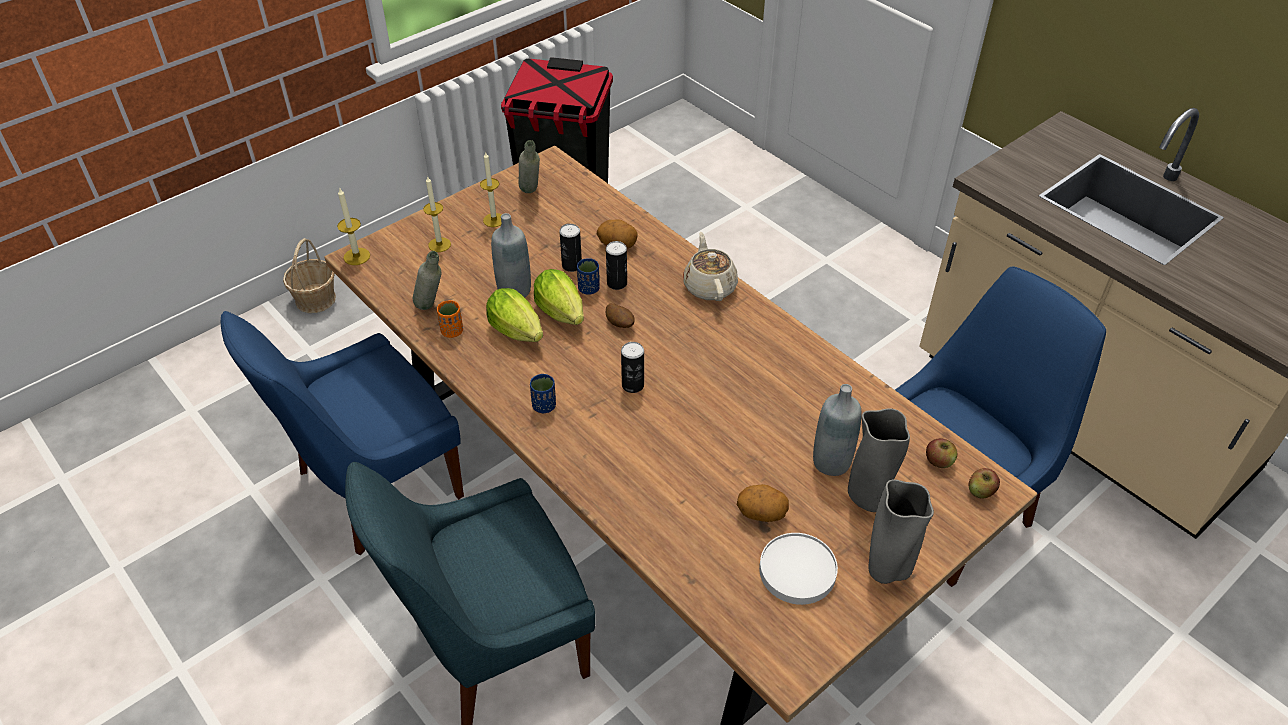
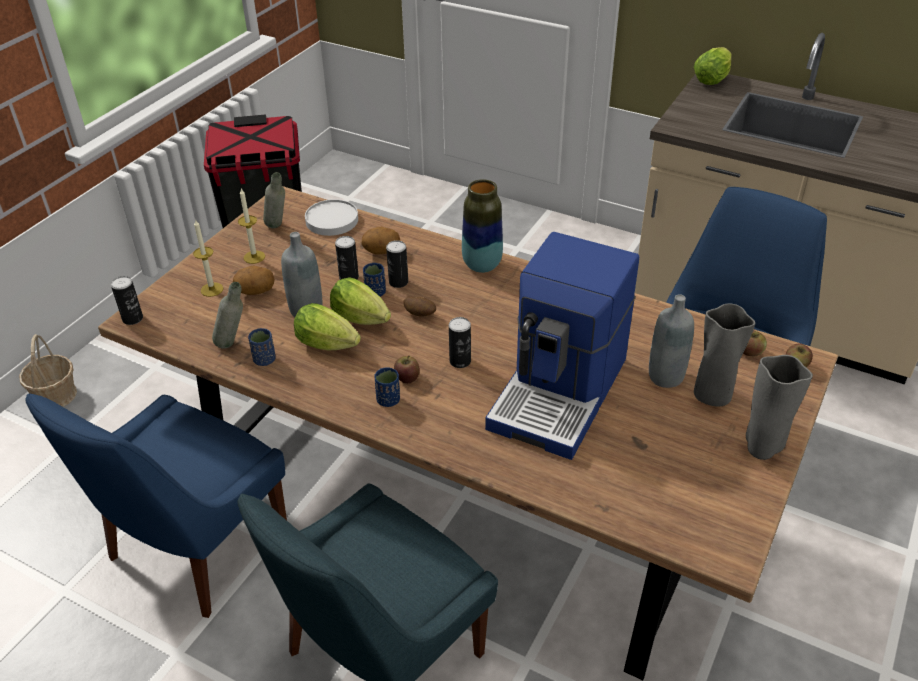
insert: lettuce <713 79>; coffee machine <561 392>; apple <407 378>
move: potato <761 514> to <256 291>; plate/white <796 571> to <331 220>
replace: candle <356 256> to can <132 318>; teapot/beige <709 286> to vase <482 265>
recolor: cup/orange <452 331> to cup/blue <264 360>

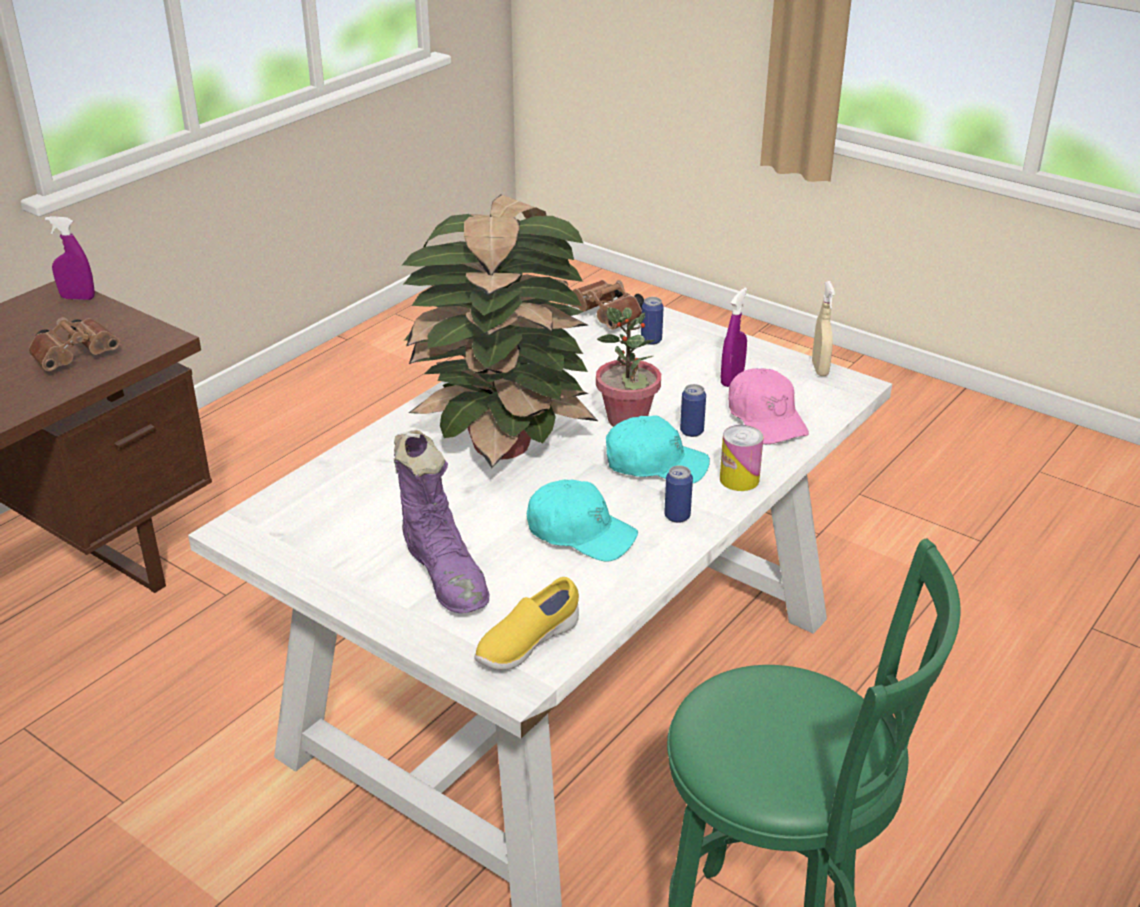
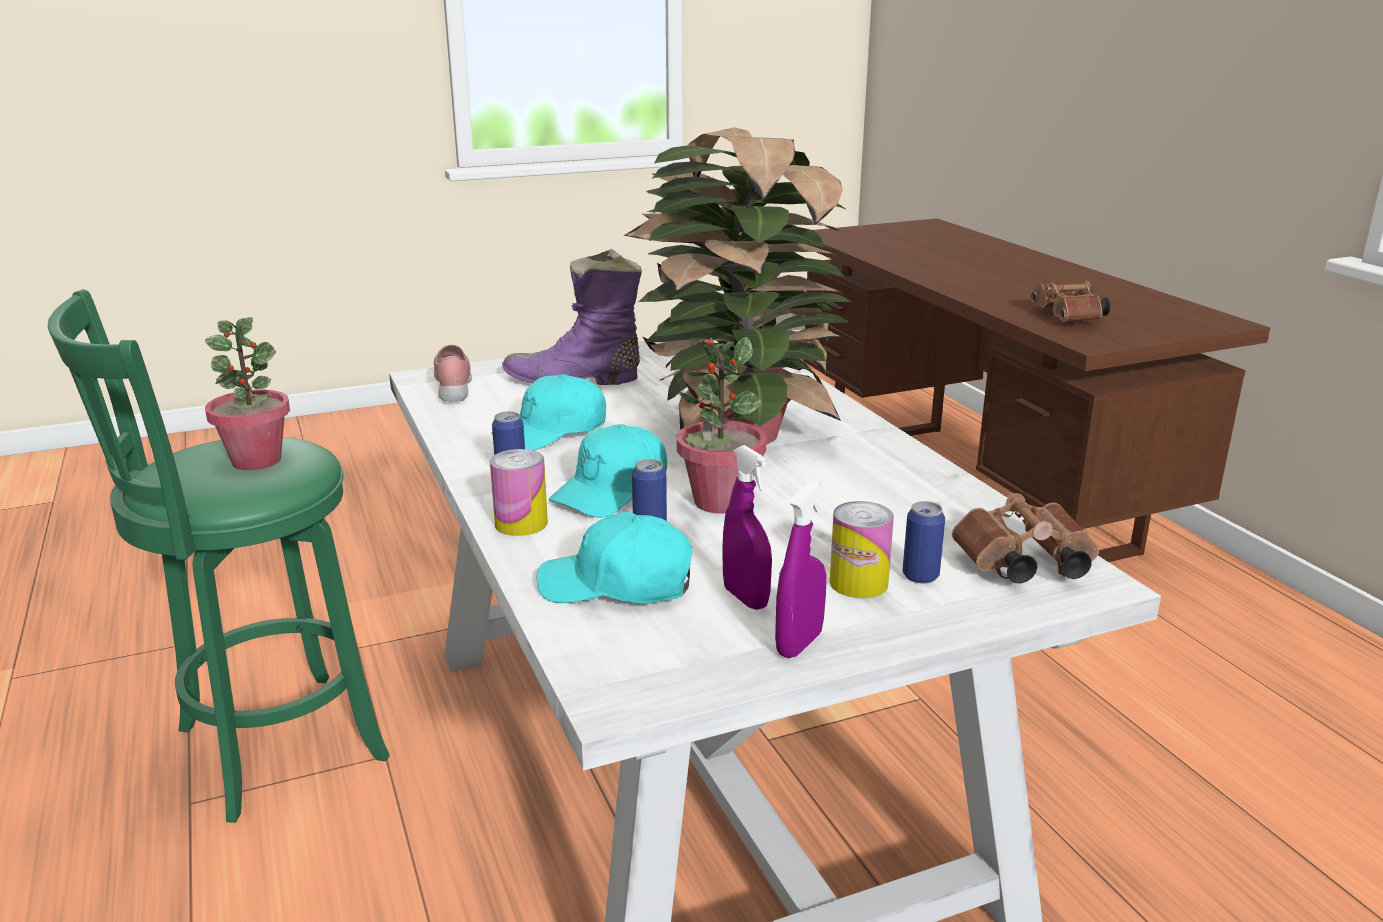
delete: spray bottle/beige <820 369>
insert: potted plant <257 460>; can <858 583>
move: spray bottle/purple <78 298> to <799 644>
recolor: cap/pink <766 419> to cap/turquoise <617 585>; shoe/yellow <526 644> to shoe/pink <454 387>

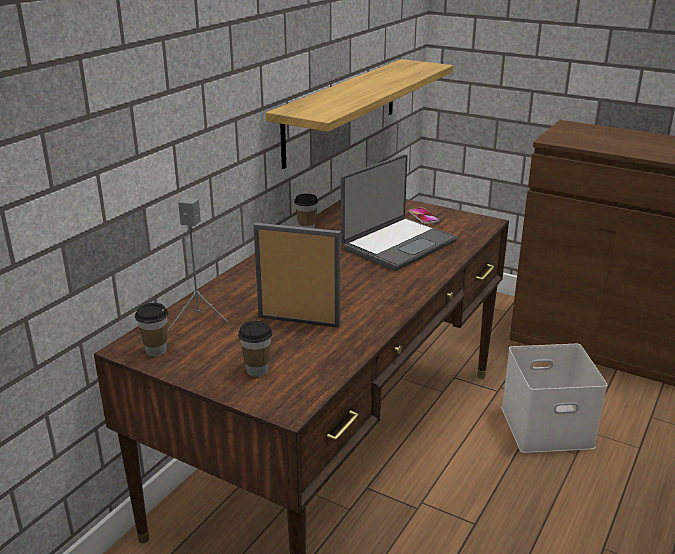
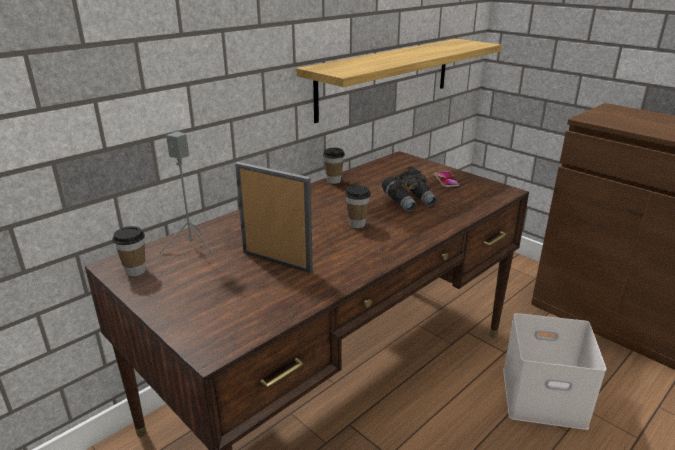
move: cup <257 370> to <357 224>
replace: laptop <397 244> to binoculars/grey <409 202>

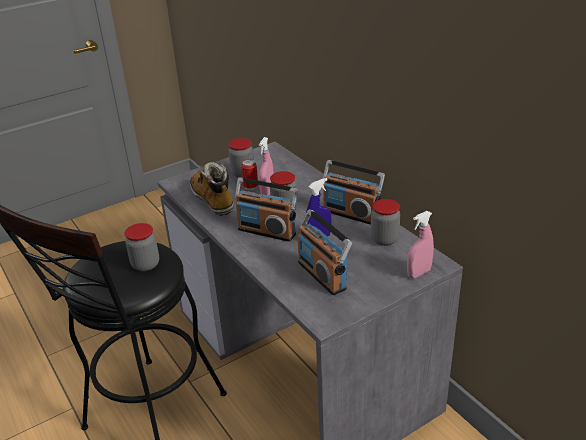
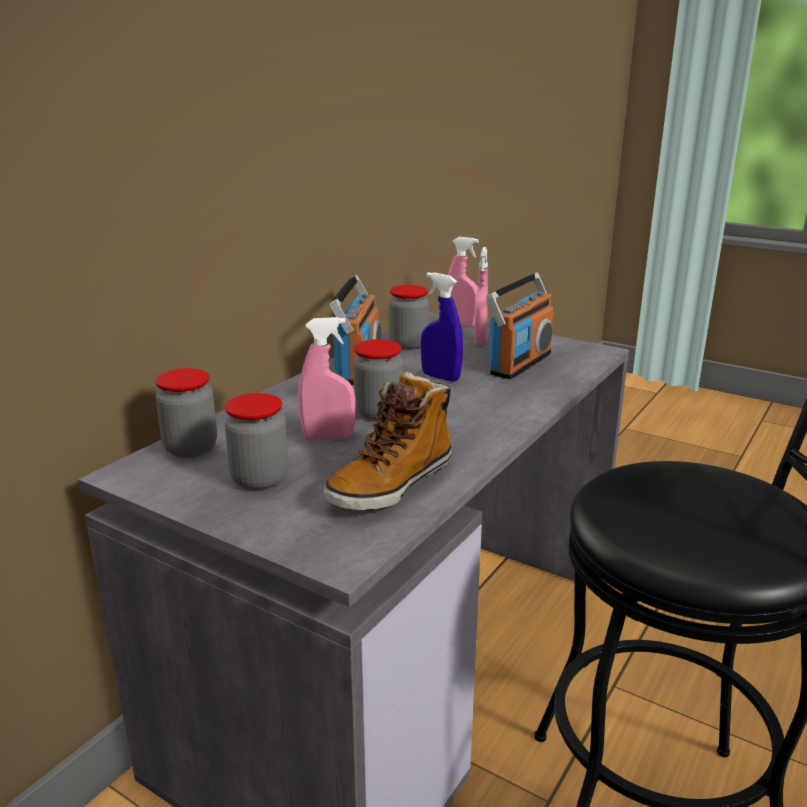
delete: can <250 187>; radio <267 231>
insert: spray bottle/pink <480 340>
move: jar <145 264> to <191 448>

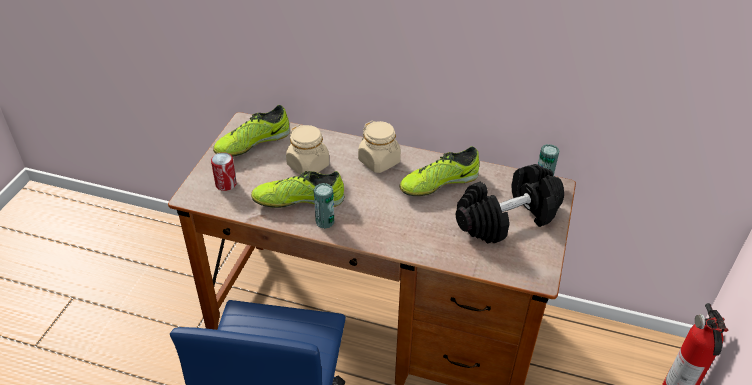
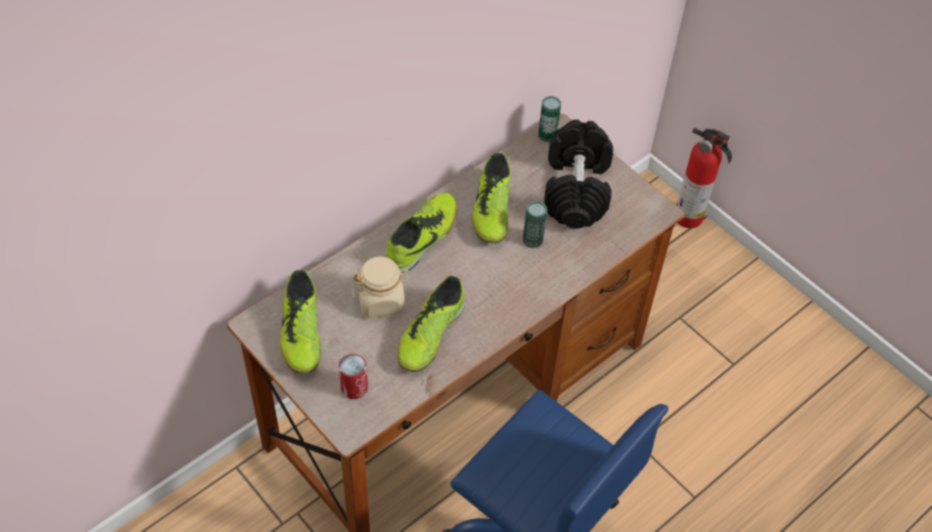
move: can <325 222> to <532 240>
replace: jar/beige <379 161> to shoe <422 238>

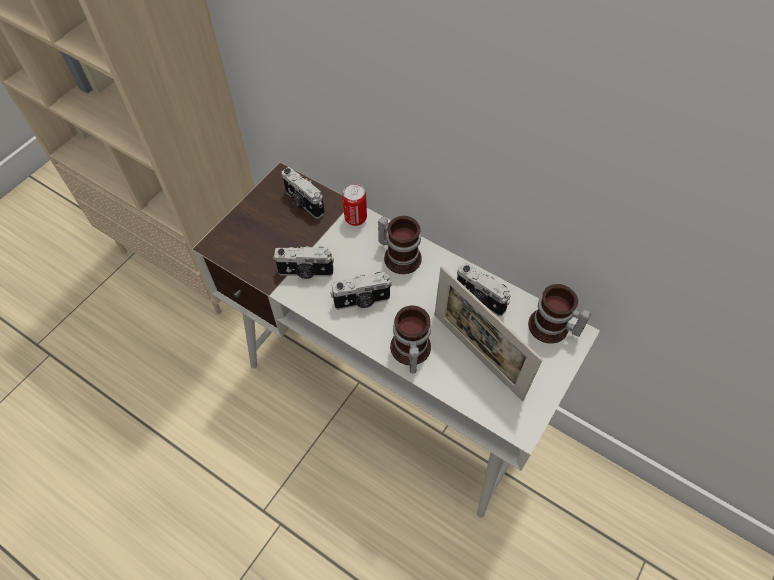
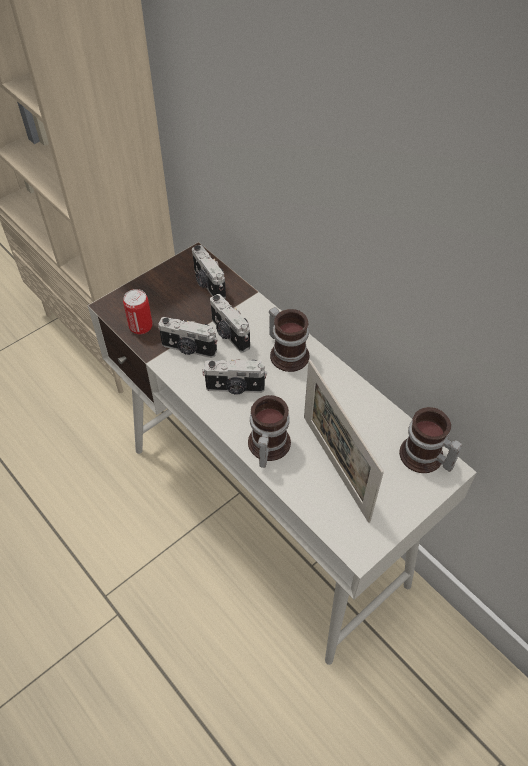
move: can <355 218> to <141 327>; photo camera <479 299> to <229 334>

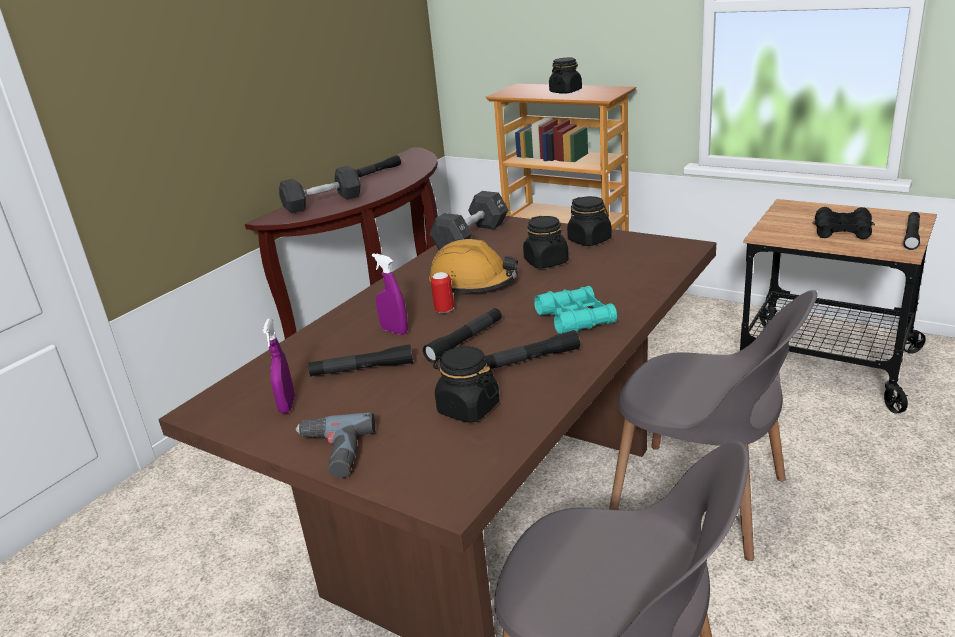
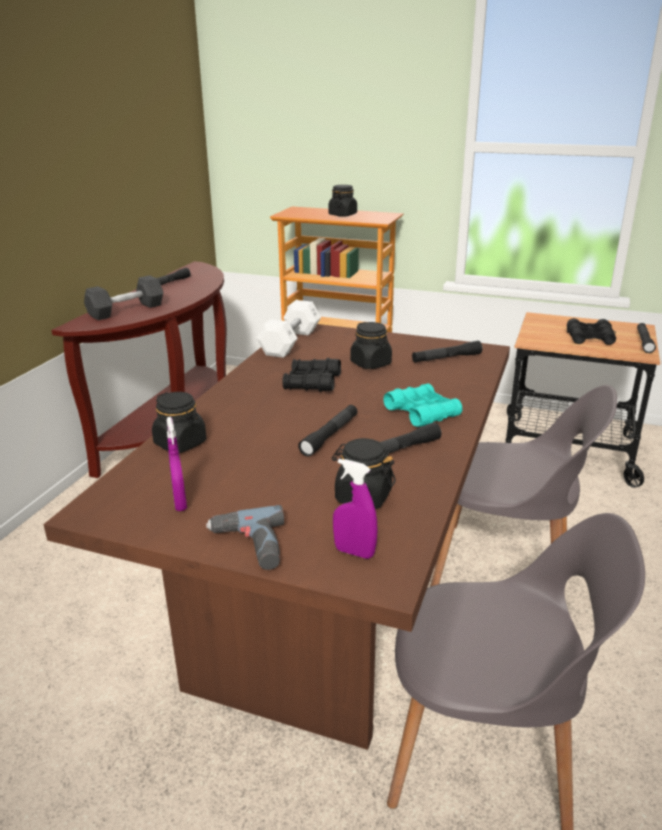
delete: can <444 310>
move: jar/black <589 240> to <180 443>; spray bottle/purple <394 331> to <354 552>; flashlight/black <362 369> to <446 358>
replace: hard hat/orange <473 282> to binoculars/black <312 383>
recolor: dumbbell/black <471 237> to dumbbell/white <290 342>

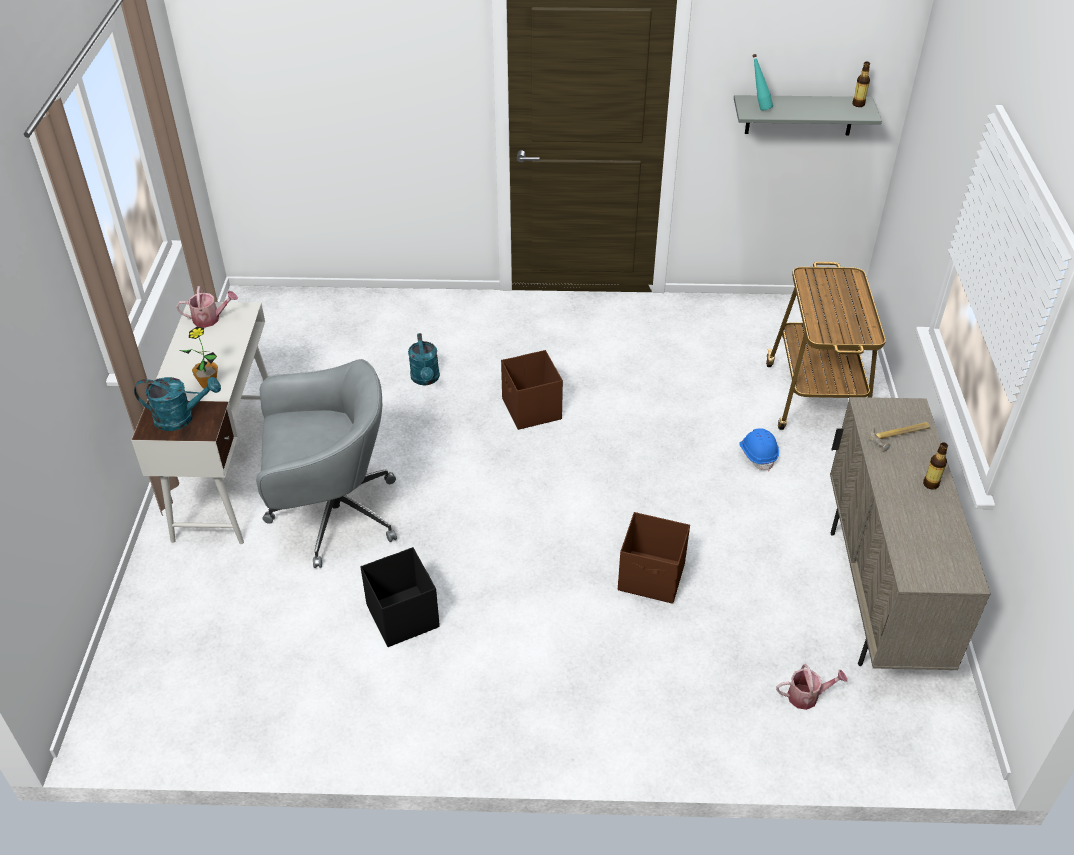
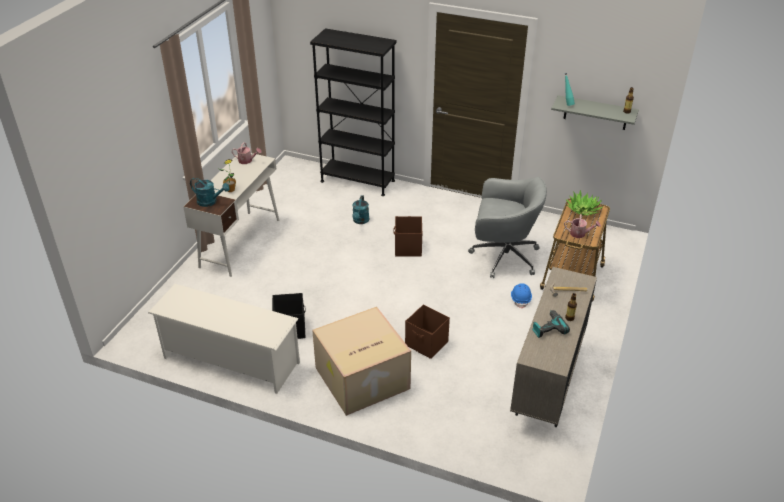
insert: bookcase/black <357 181>; potted plant <583 210>; shoe rack/white <230 360>; cardboard box <361 379>; power drill <548 328>
move: office chair/grey <331 515> to <503 257>; watering can <807 696> to <580 234>

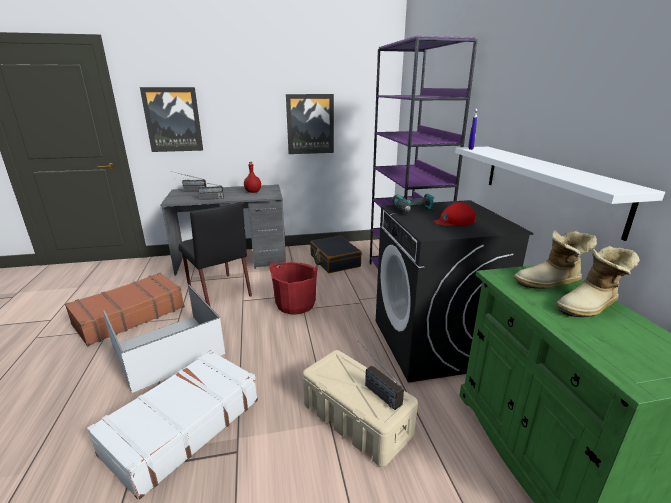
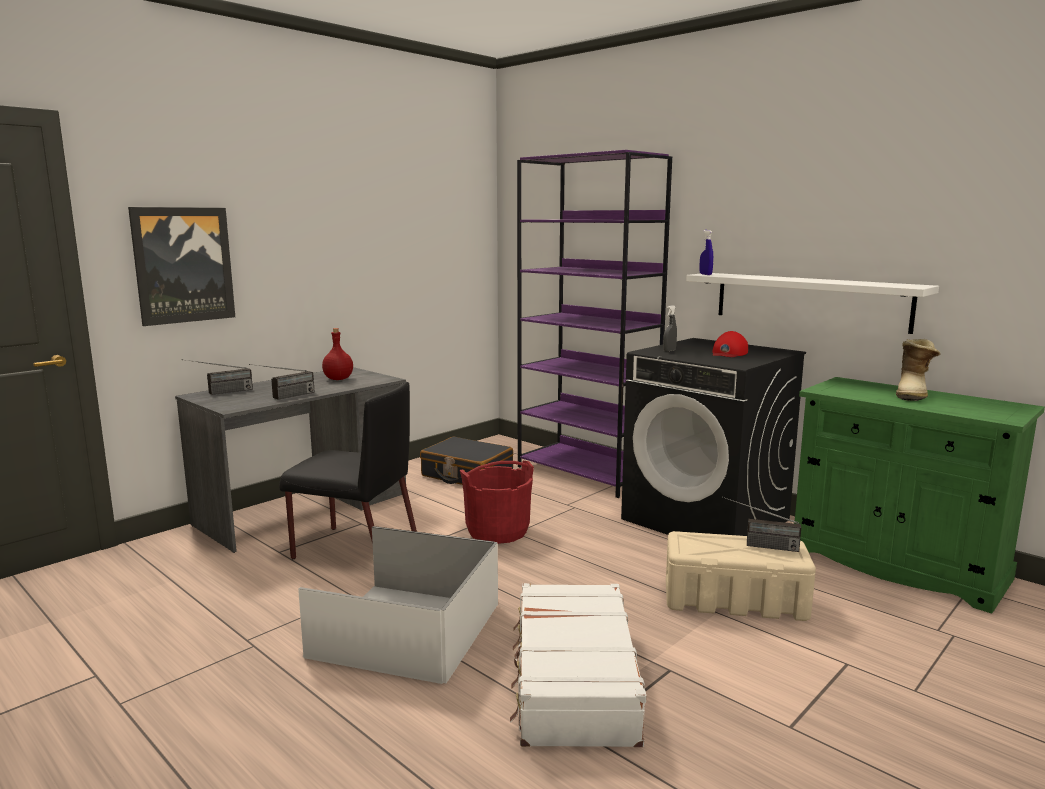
delete: picture <310 124>; boot <550 283>; suitcase/brown <129 316>
replace: power drill <414 210> to spray bottle/grey <669 351>

